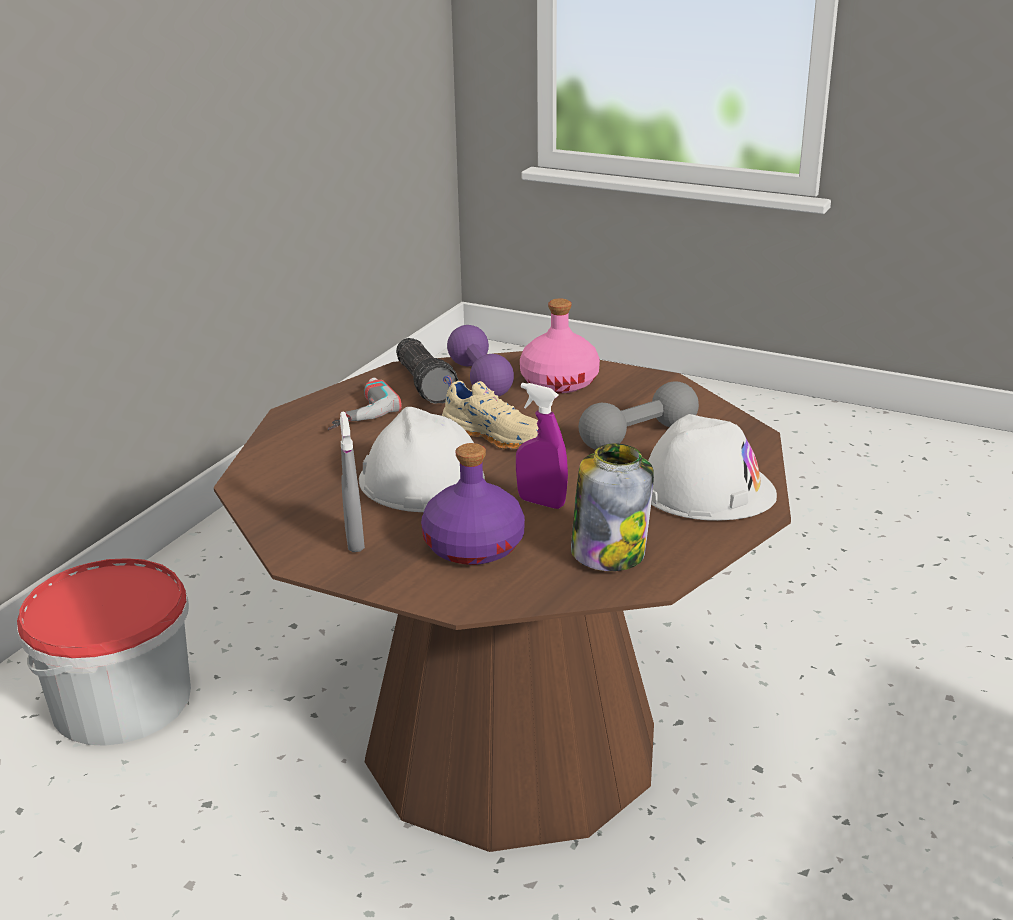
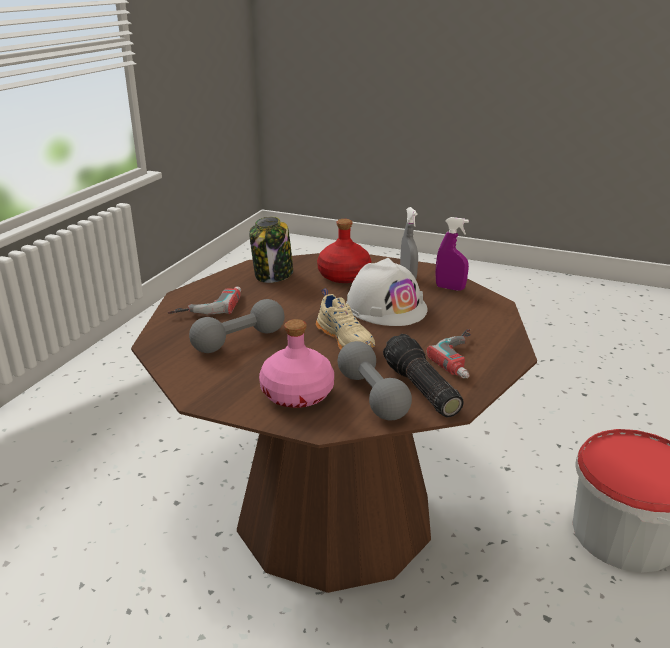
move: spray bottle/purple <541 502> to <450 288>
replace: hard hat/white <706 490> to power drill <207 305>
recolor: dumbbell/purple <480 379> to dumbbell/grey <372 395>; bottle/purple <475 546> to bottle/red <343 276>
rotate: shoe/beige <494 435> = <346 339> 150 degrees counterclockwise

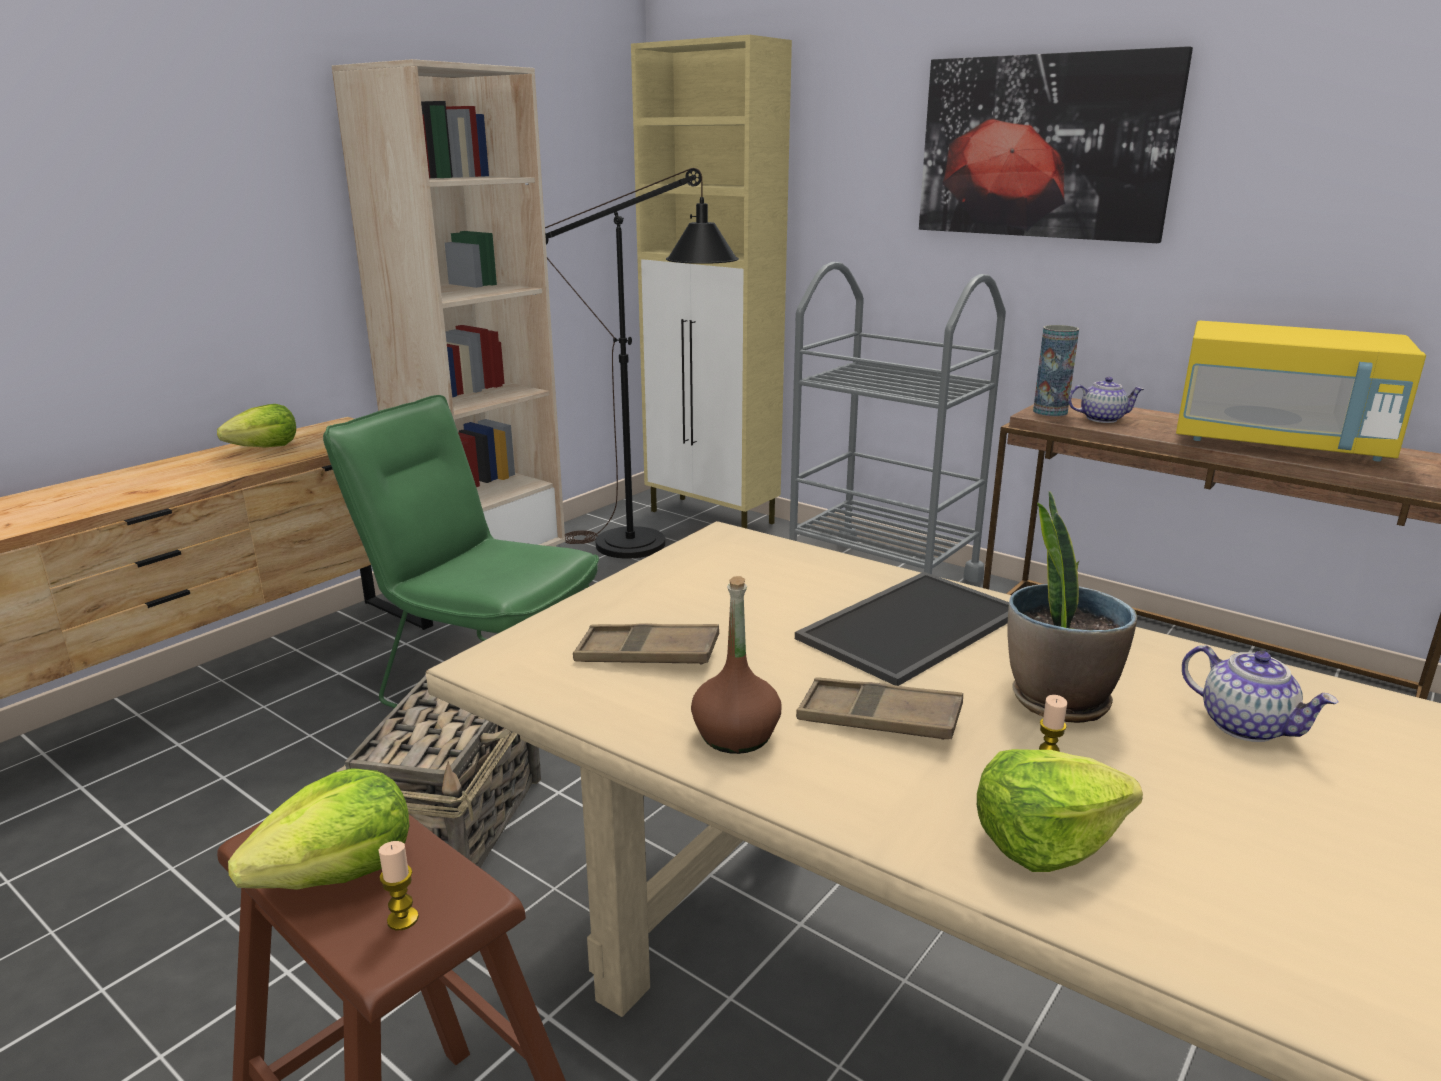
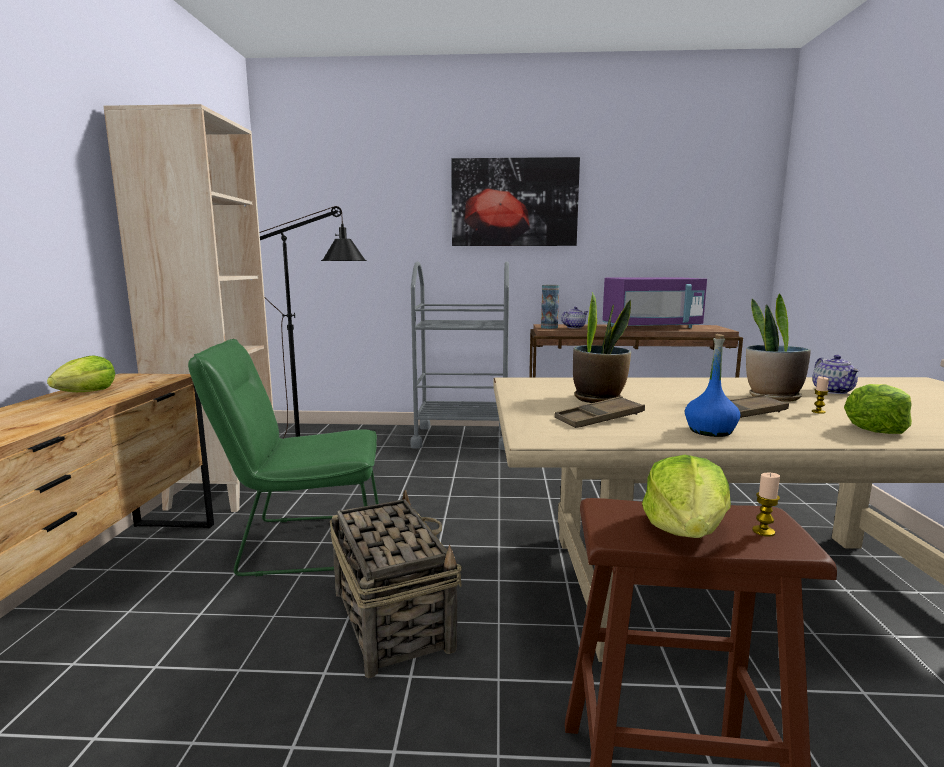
delete: cabinet/beige <713 517>; tray <910 624>
insert: potted plant <598 399>
recolor: microwave/yellow <1278 444> to microwave/purple <651 327>; bottle/brown <736 735> to bottle/blue <710 431>
rotate: teapot <1246 726> = <833 391> 75 degrees clockwise

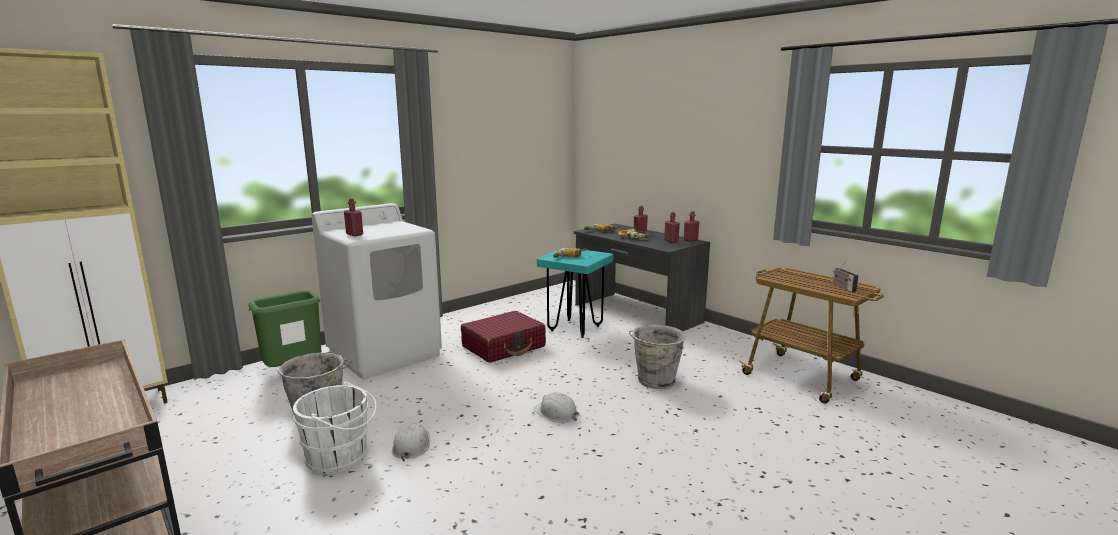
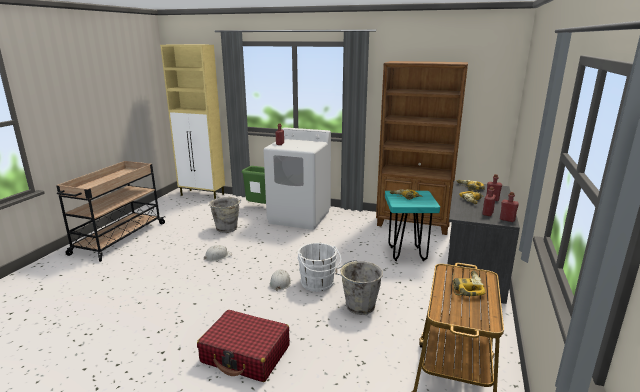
delete: radio <842 287>
insert: bookcase/brown <413 224>; power drill <465 287>
move: suitcase/red <504 347> to <246 354>; bucket/white <341 457> to <318 284>

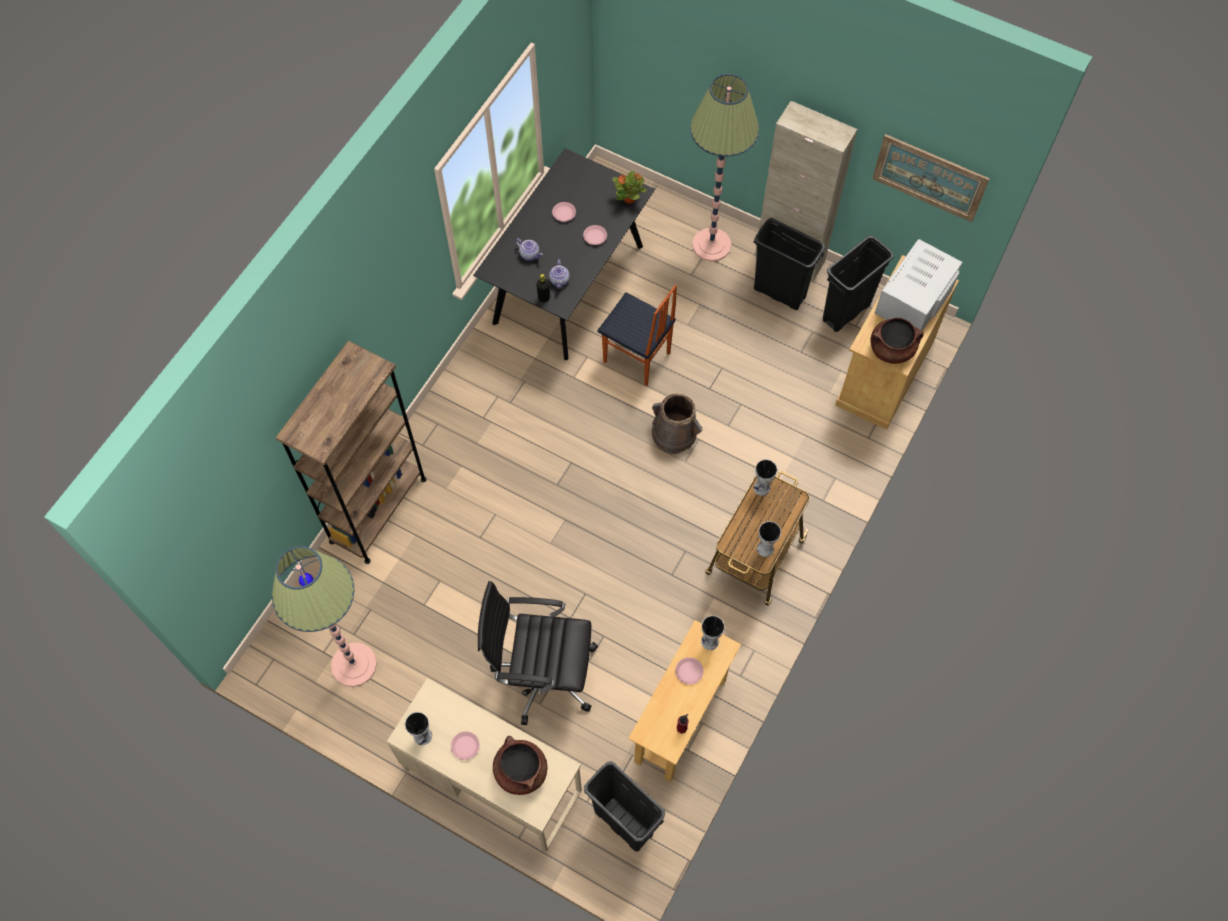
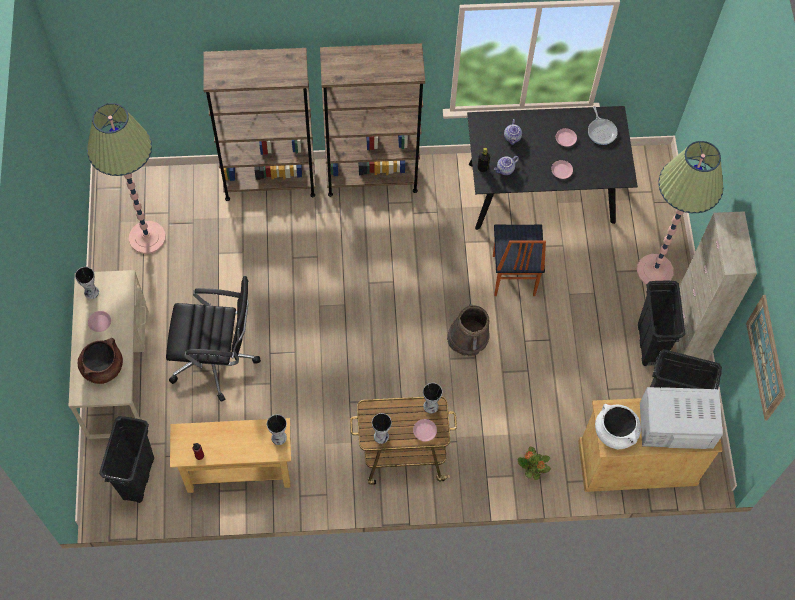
insert: bookcase/brown <371 177>; frying pan <601 131>
move: potted plant <629 199> to <532 470>; plate/pink <689 671> to <425 431>
recolor: cooking pot/brown <891 349> to cooking pot/white <615 432>
rotate: office chair/black <542 673> = <216 359> 120 degrees clockwise

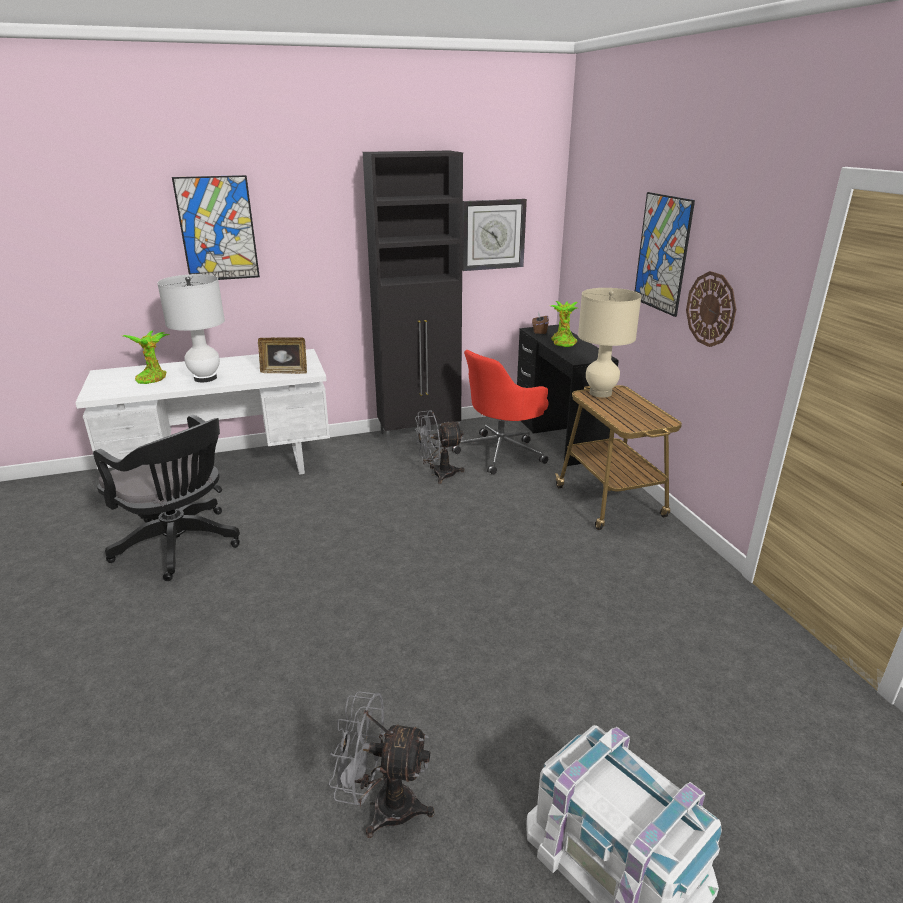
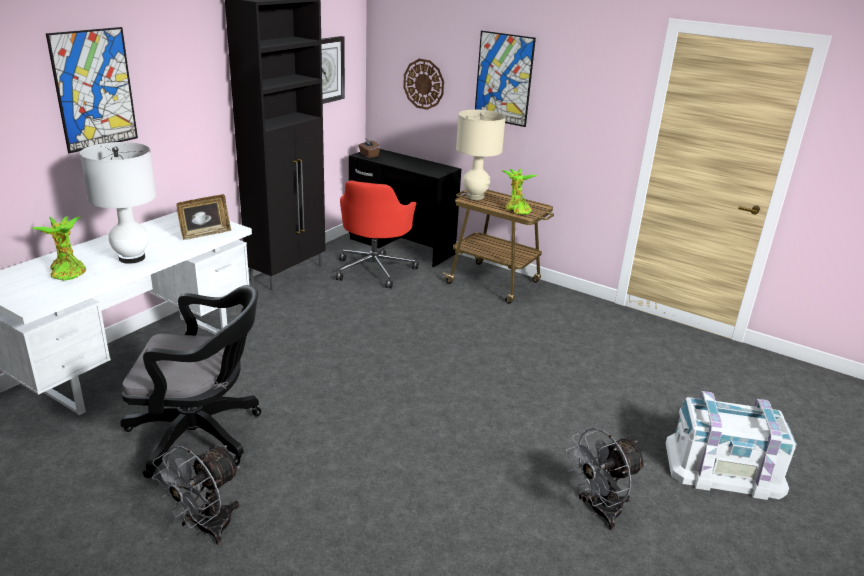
move: wall clock <711 309> to <424 84>; potted plant <562 342> to <516 210>; fan/grey <438 474> to <206 528>

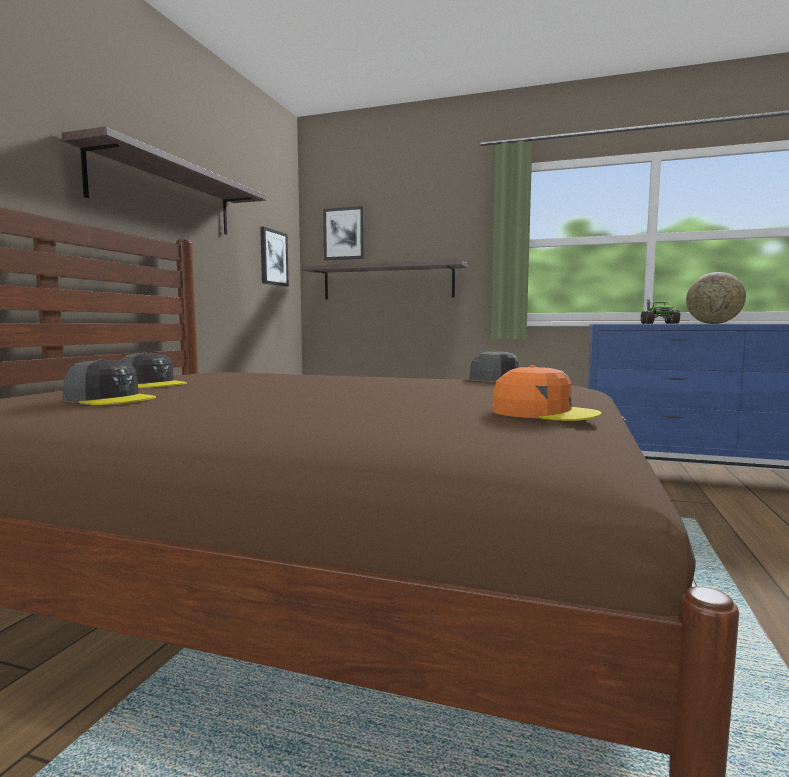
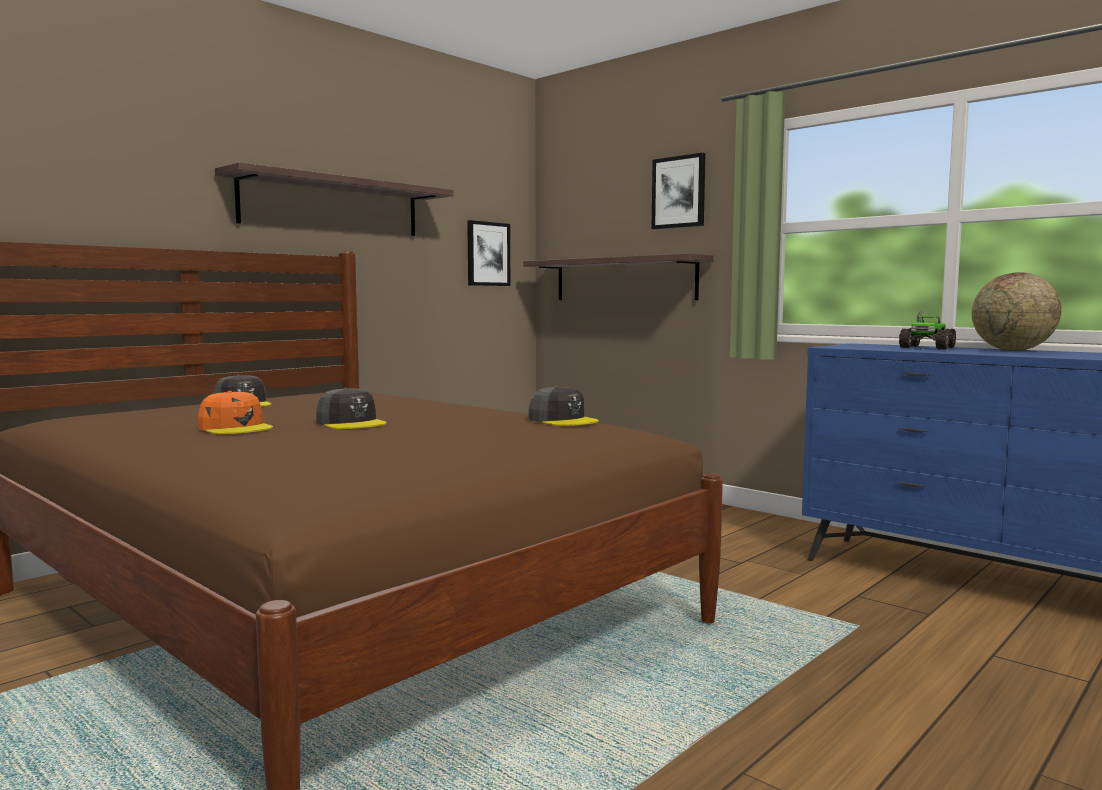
move: picture <344 234> to <679 192>; cap/grey <110 399> to <351 423>; cap/orange <543 412> to <236 428>

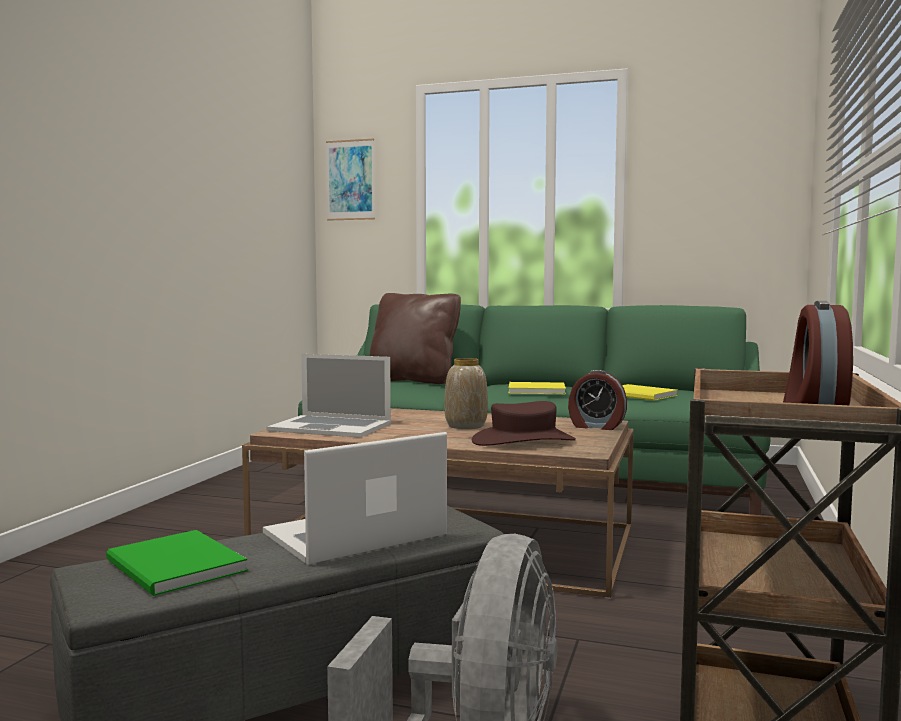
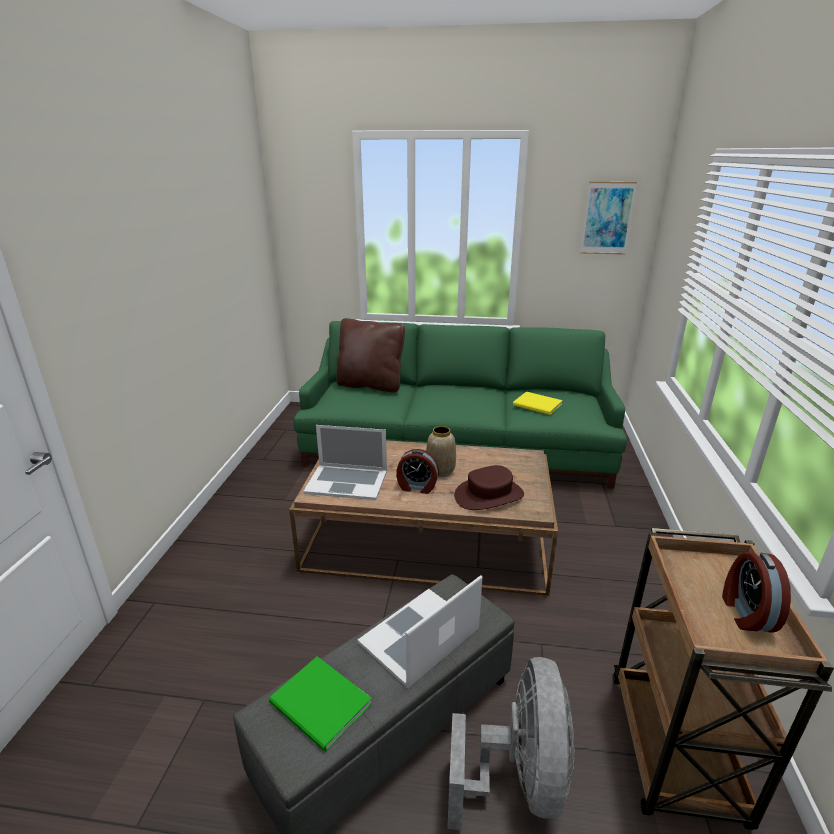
delete: book/yellow <534 390>
move: picture <350 180> to <607 218>; alarm clock <596 426> to <417 487>

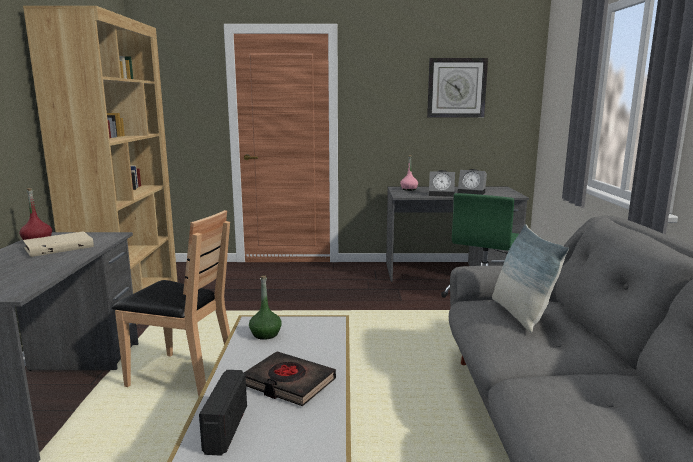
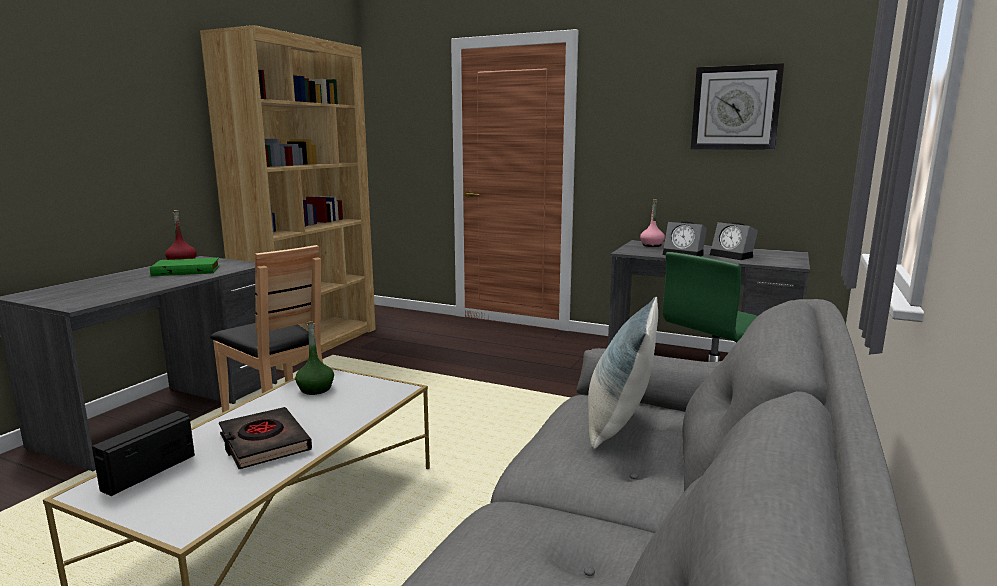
recolor: book/beige <59 247> to book/green <187 270>

